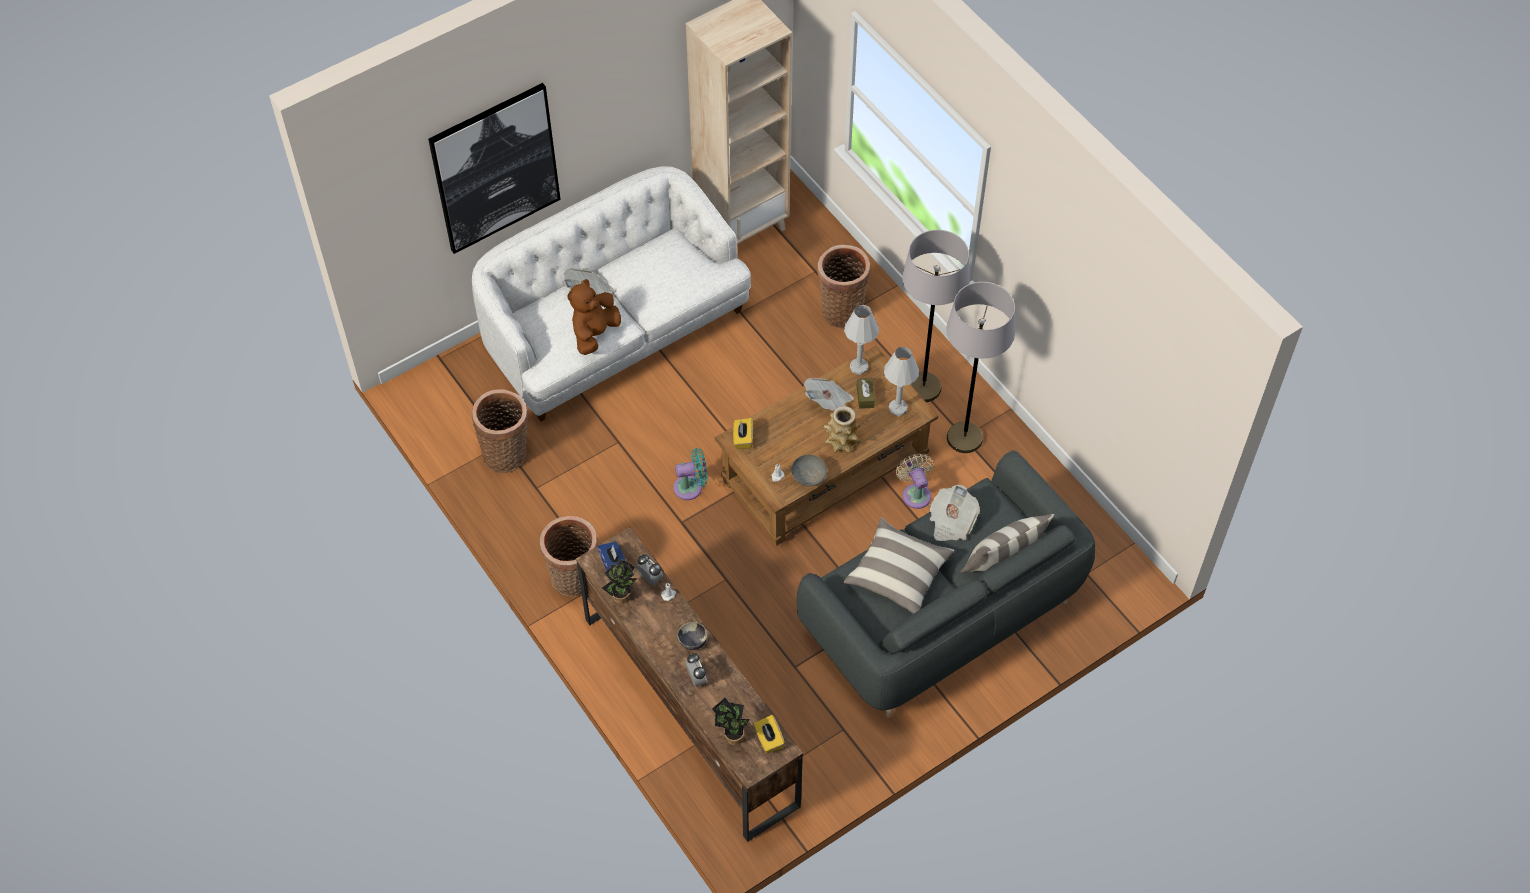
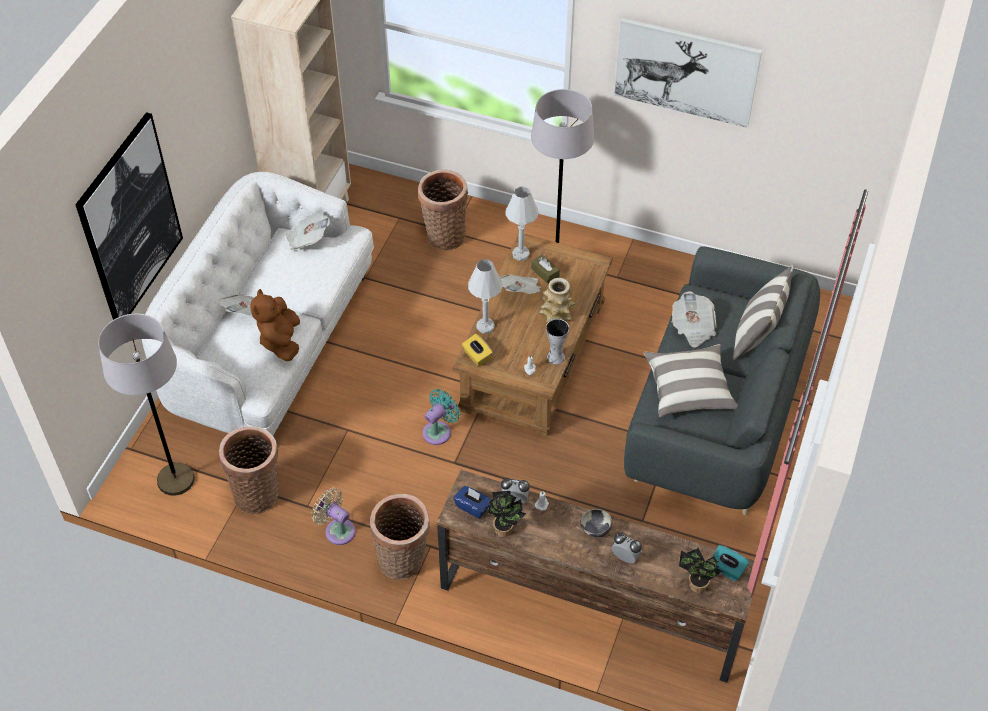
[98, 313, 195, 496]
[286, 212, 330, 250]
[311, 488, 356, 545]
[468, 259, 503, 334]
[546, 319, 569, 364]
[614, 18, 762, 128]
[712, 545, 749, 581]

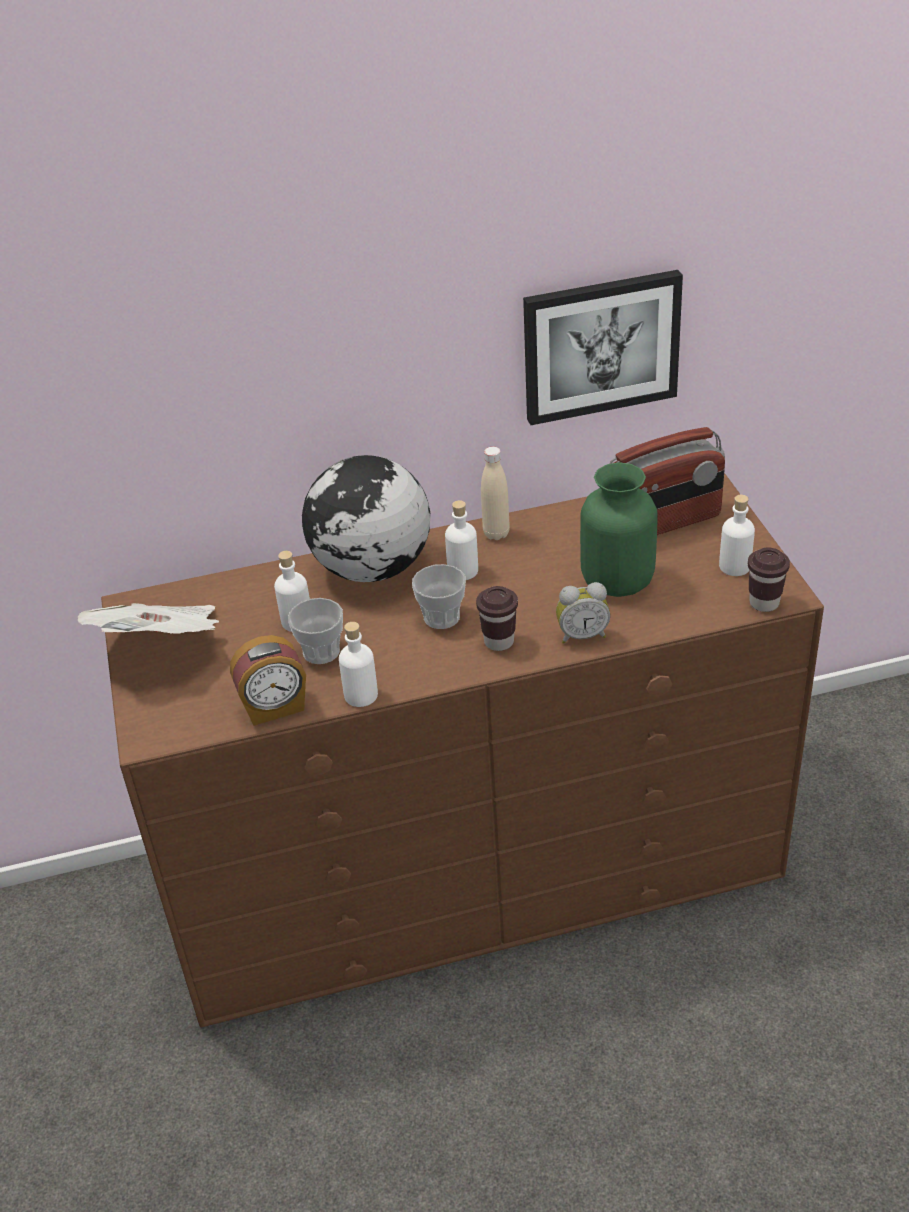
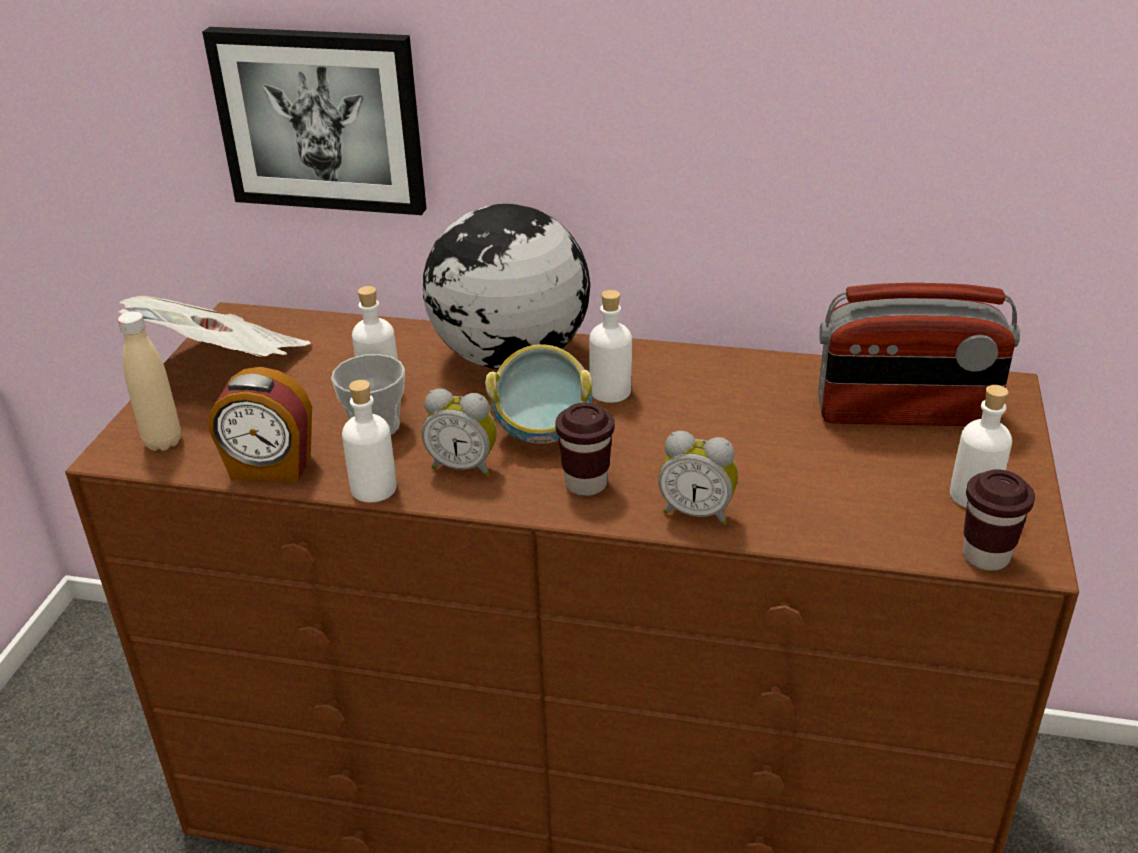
[118, 311, 181, 451]
[202, 27, 427, 215]
[421, 388, 497, 477]
[485, 344, 592, 444]
[580, 462, 658, 597] (first image)

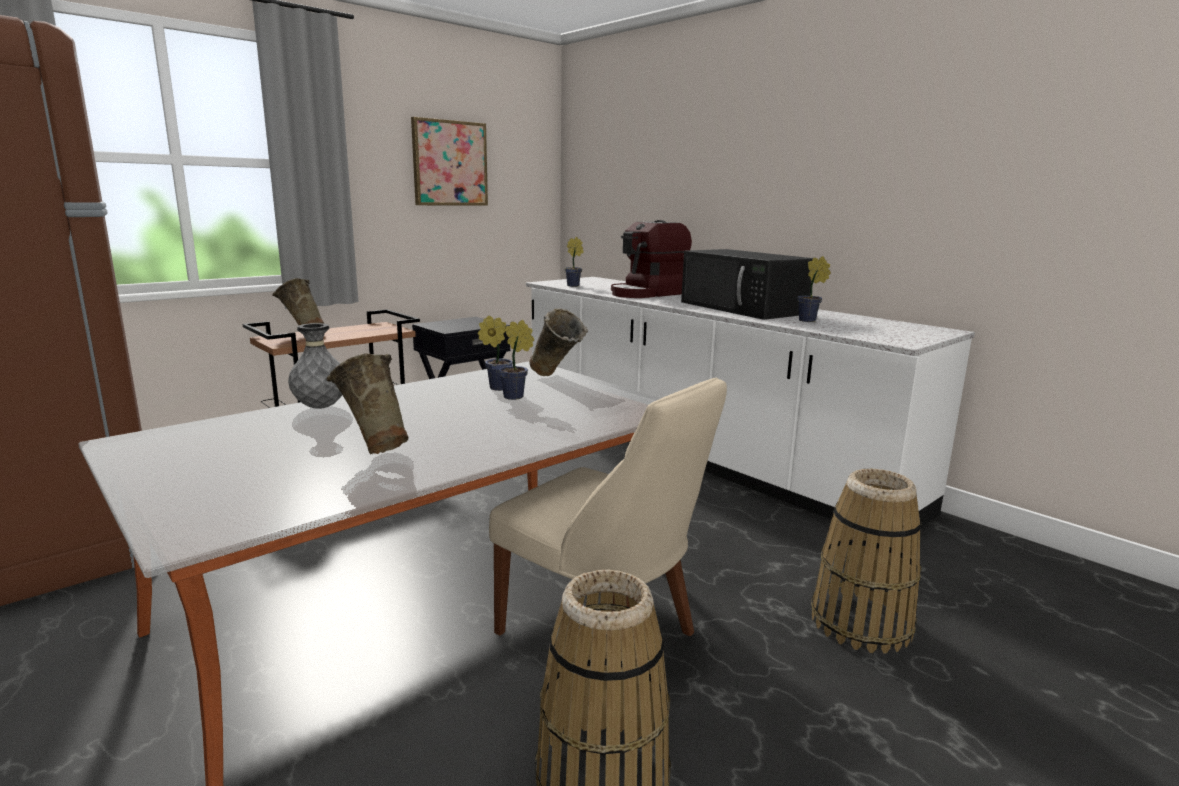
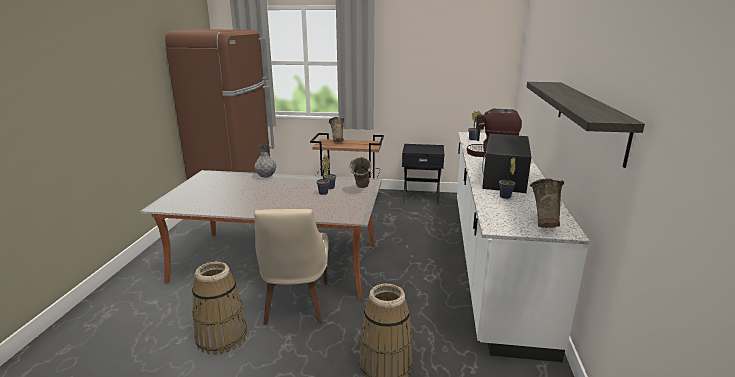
[527, 82, 645, 168]
[530, 178, 564, 228]
[411, 117, 488, 206] (first image)

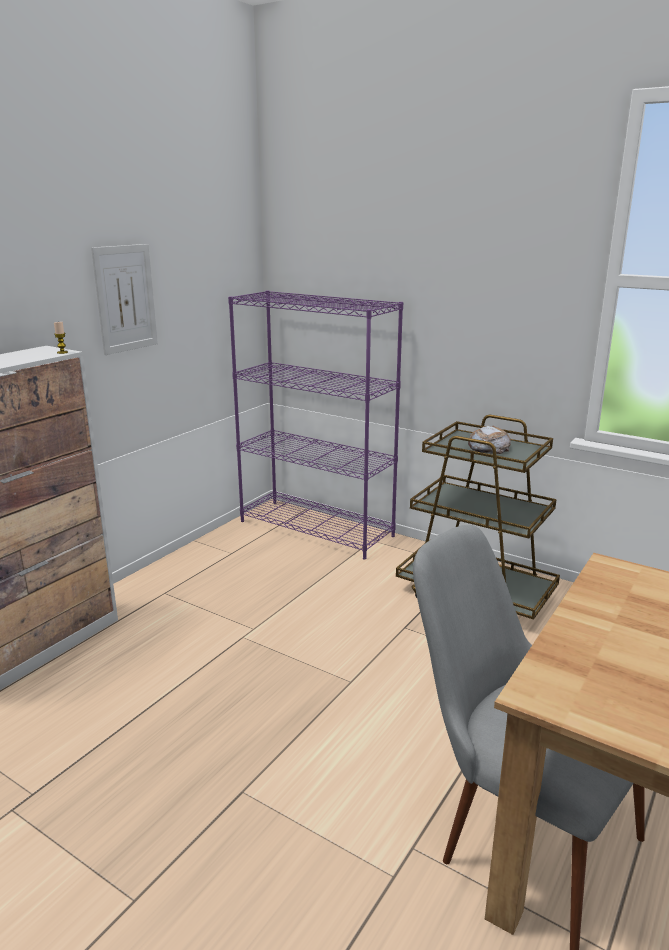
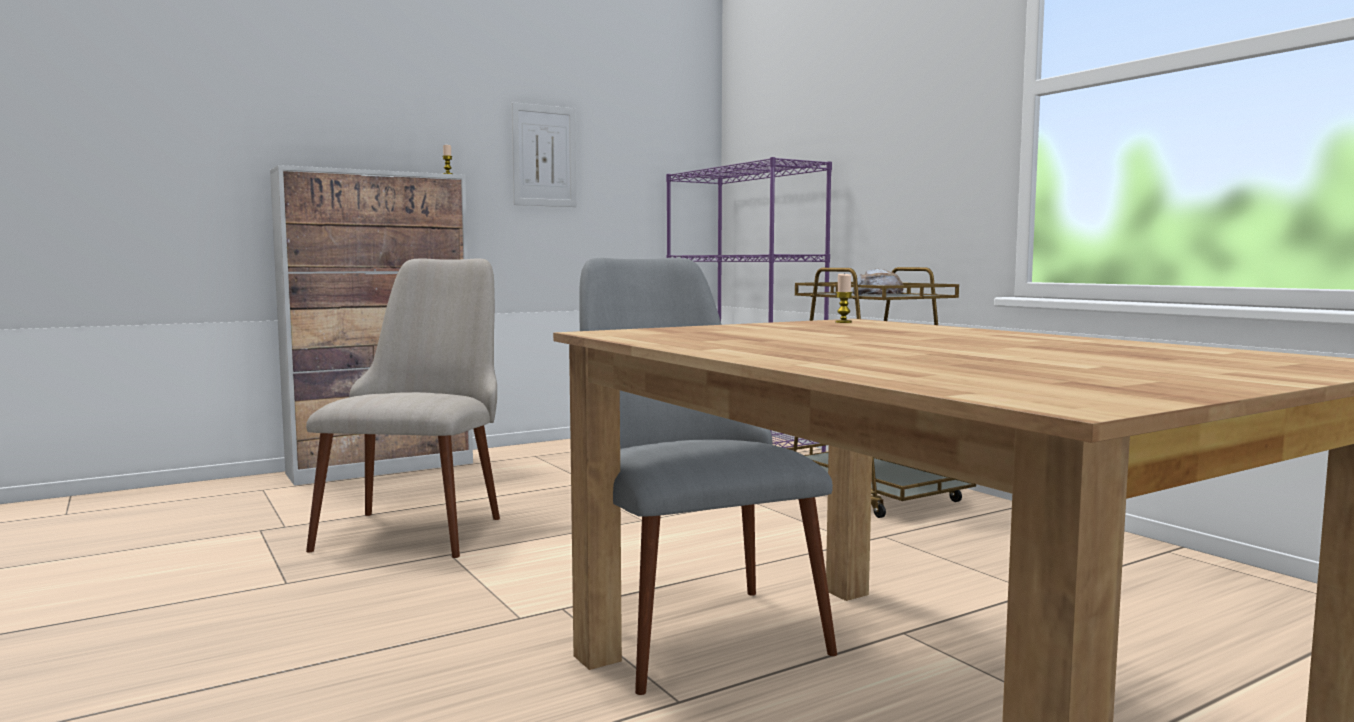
[306, 258, 500, 558]
[835, 273, 853, 323]

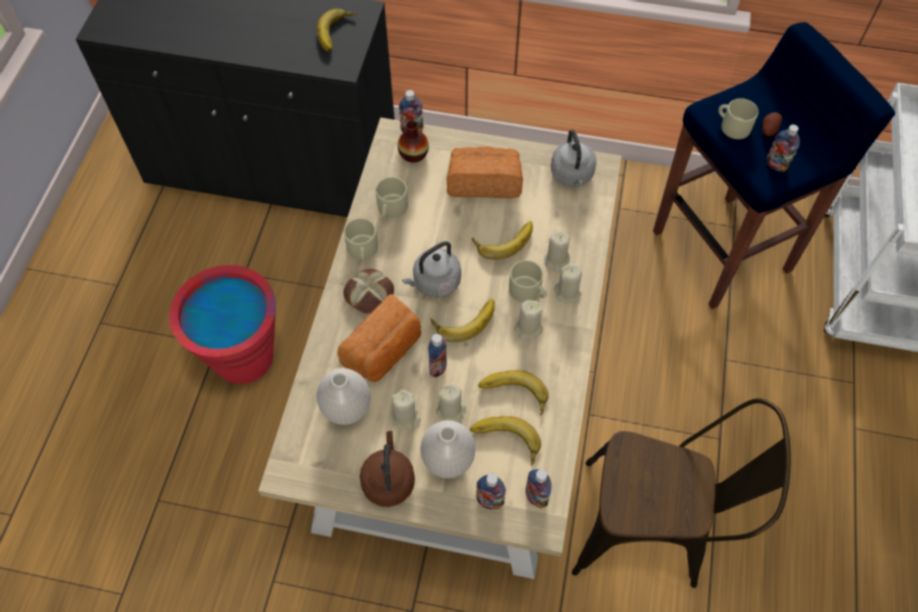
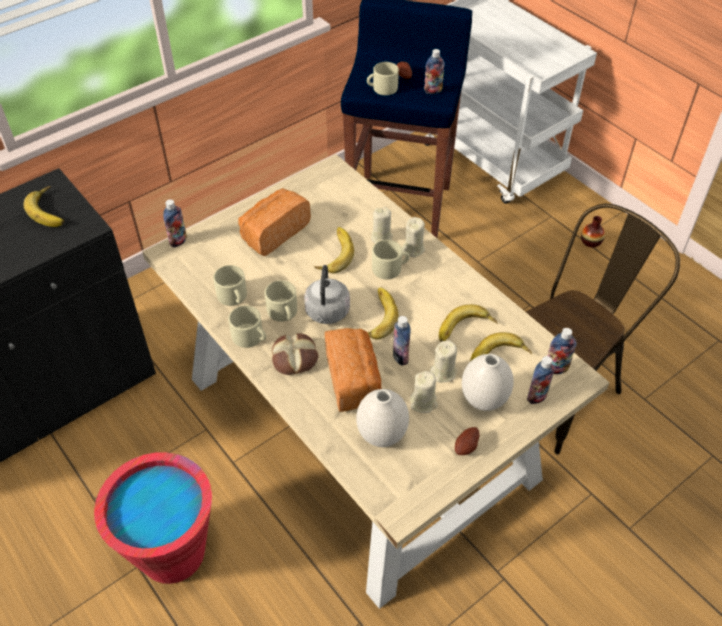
[265, 280, 297, 322]
[455, 427, 480, 455]
[581, 216, 605, 247]
[515, 300, 543, 340] (first image)
[551, 129, 597, 187] (first image)

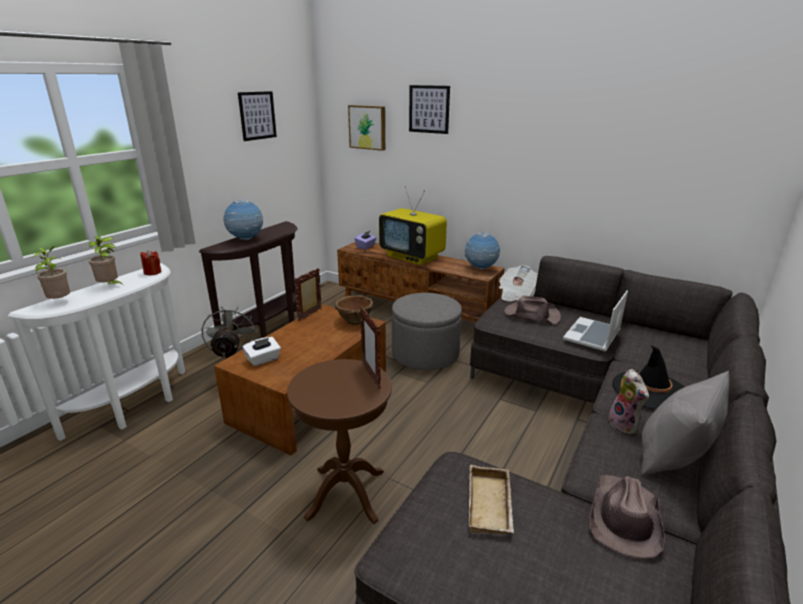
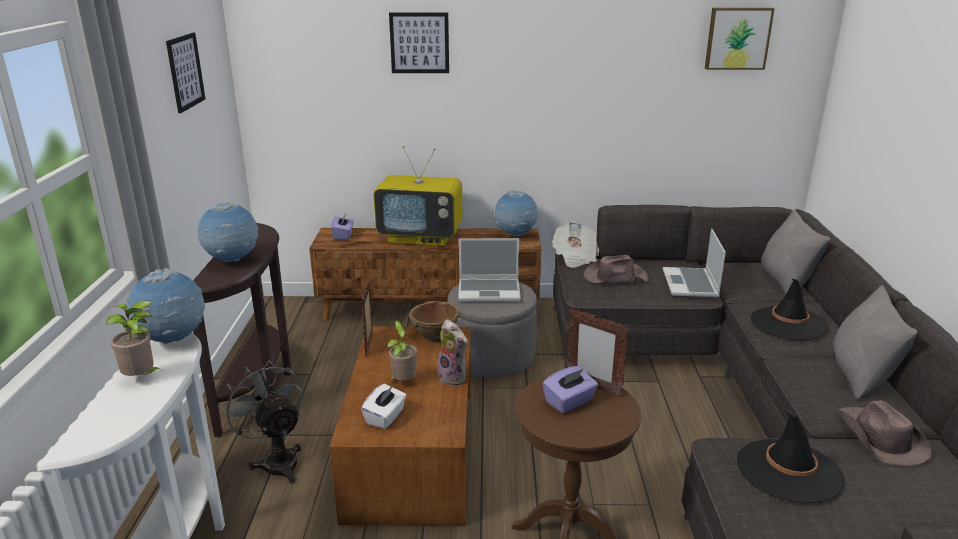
[126, 268, 205, 344]
[383, 320, 417, 381]
[436, 319, 468, 386]
[458, 238, 521, 302]
[542, 366, 598, 414]
[705, 8, 775, 70]
[737, 411, 844, 503]
[761, 209, 830, 294]

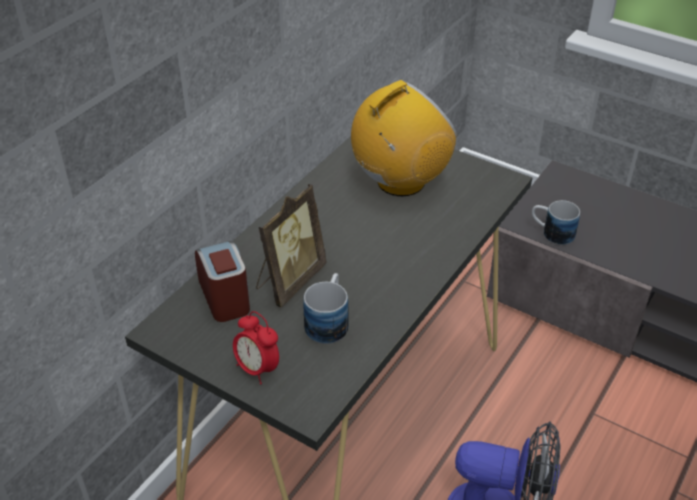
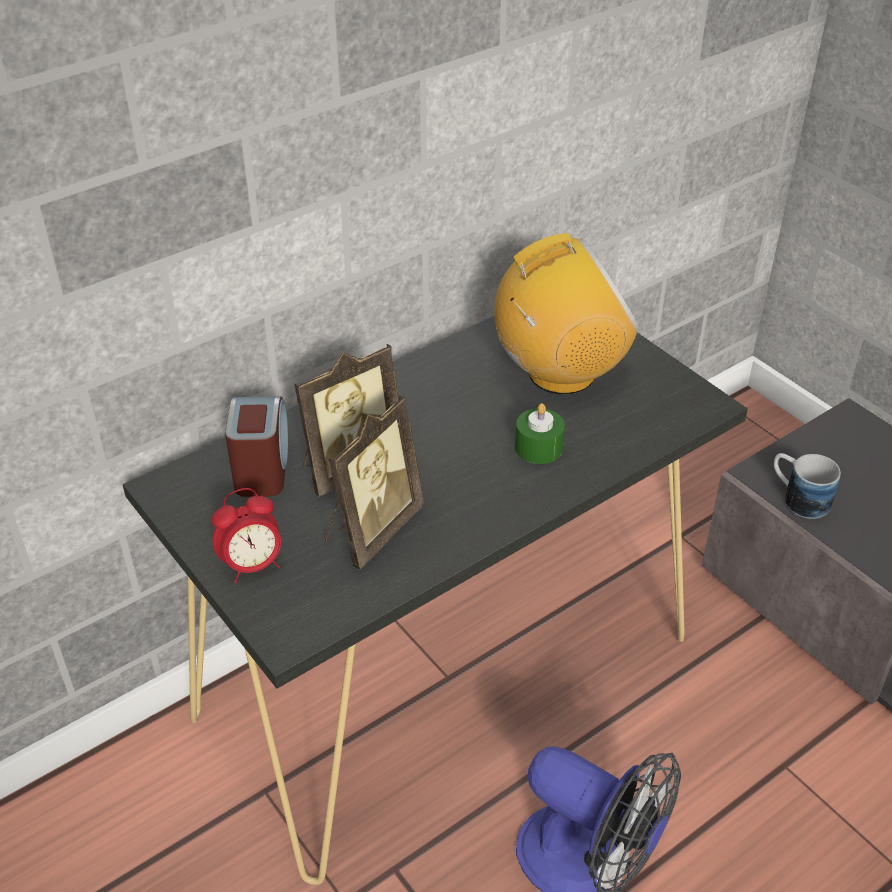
[212, 488, 281, 583]
[325, 395, 424, 569]
[515, 403, 565, 464]

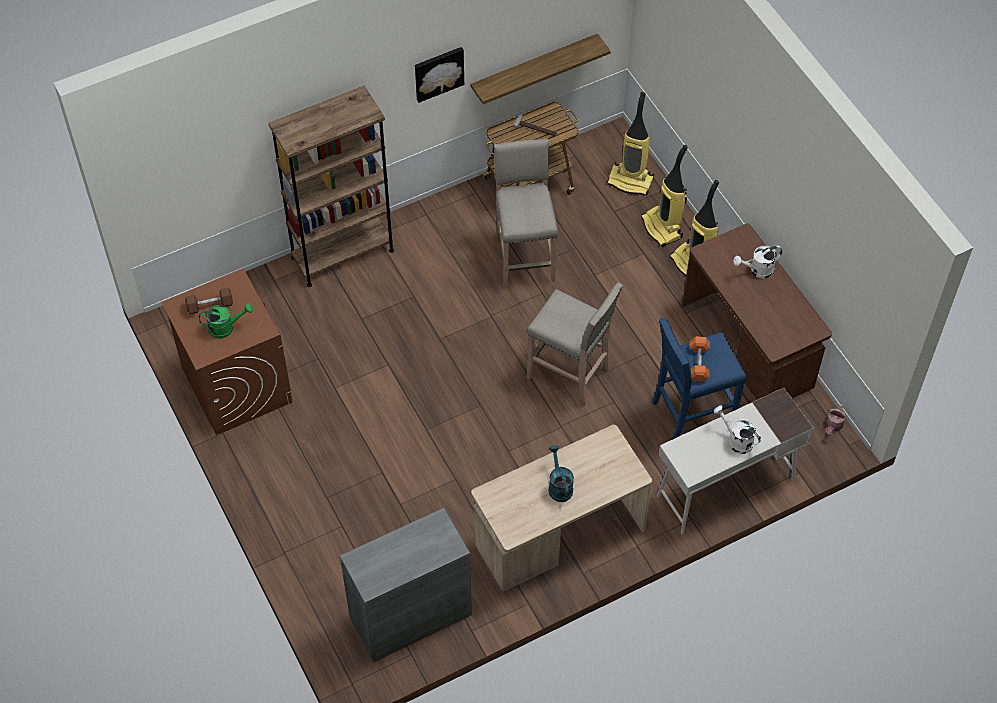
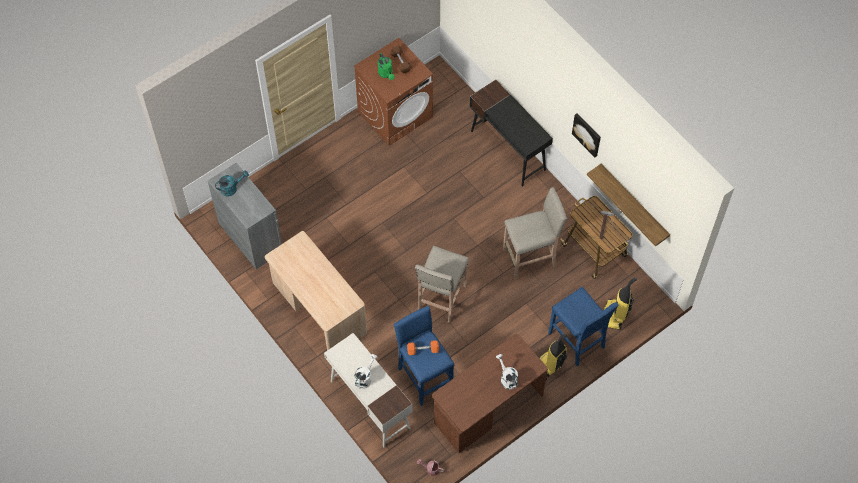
[215, 171, 249, 196]
[470, 79, 553, 186]
[548, 287, 619, 367]

